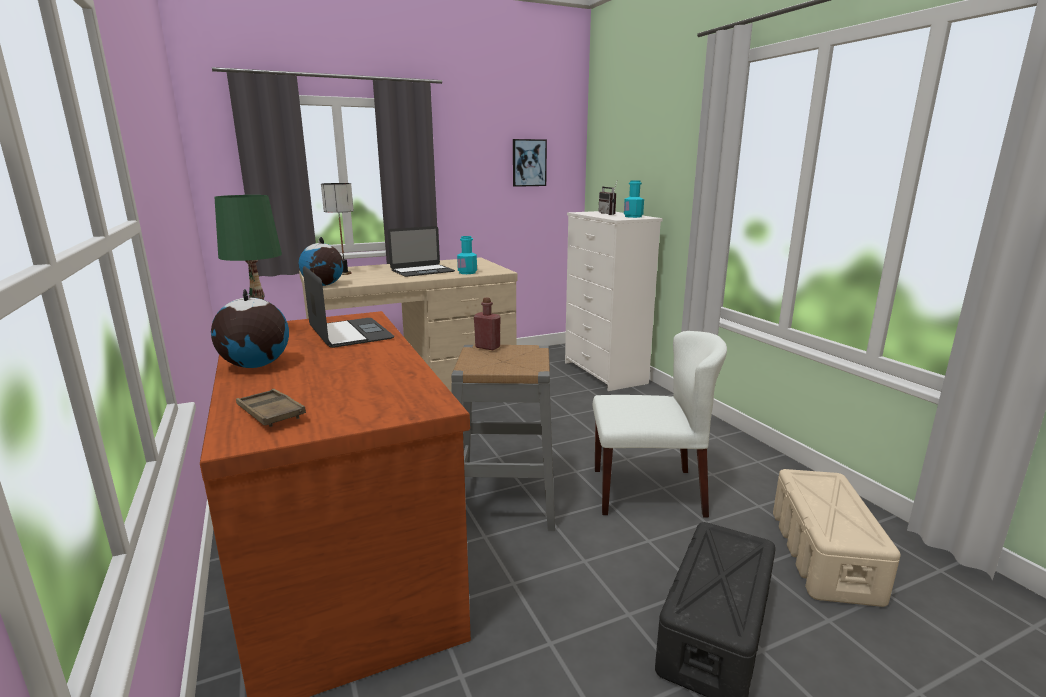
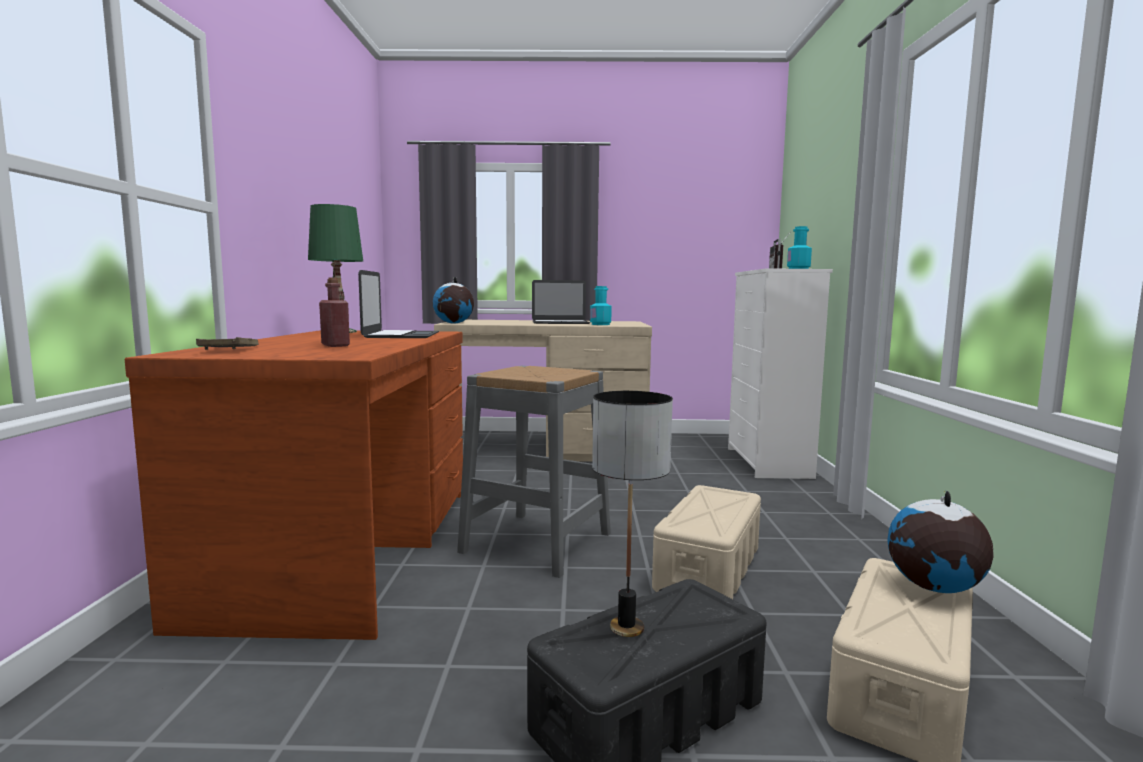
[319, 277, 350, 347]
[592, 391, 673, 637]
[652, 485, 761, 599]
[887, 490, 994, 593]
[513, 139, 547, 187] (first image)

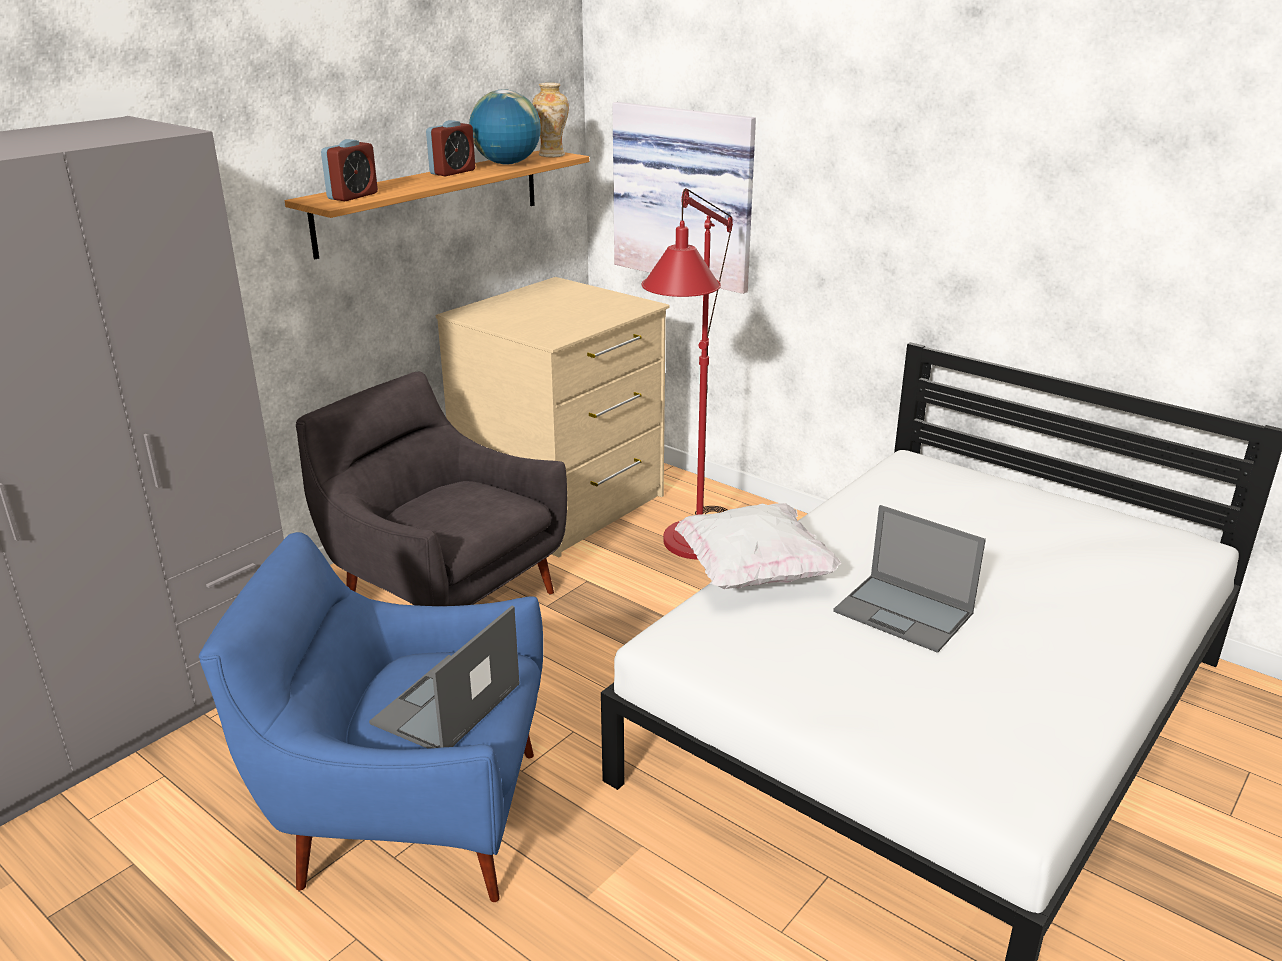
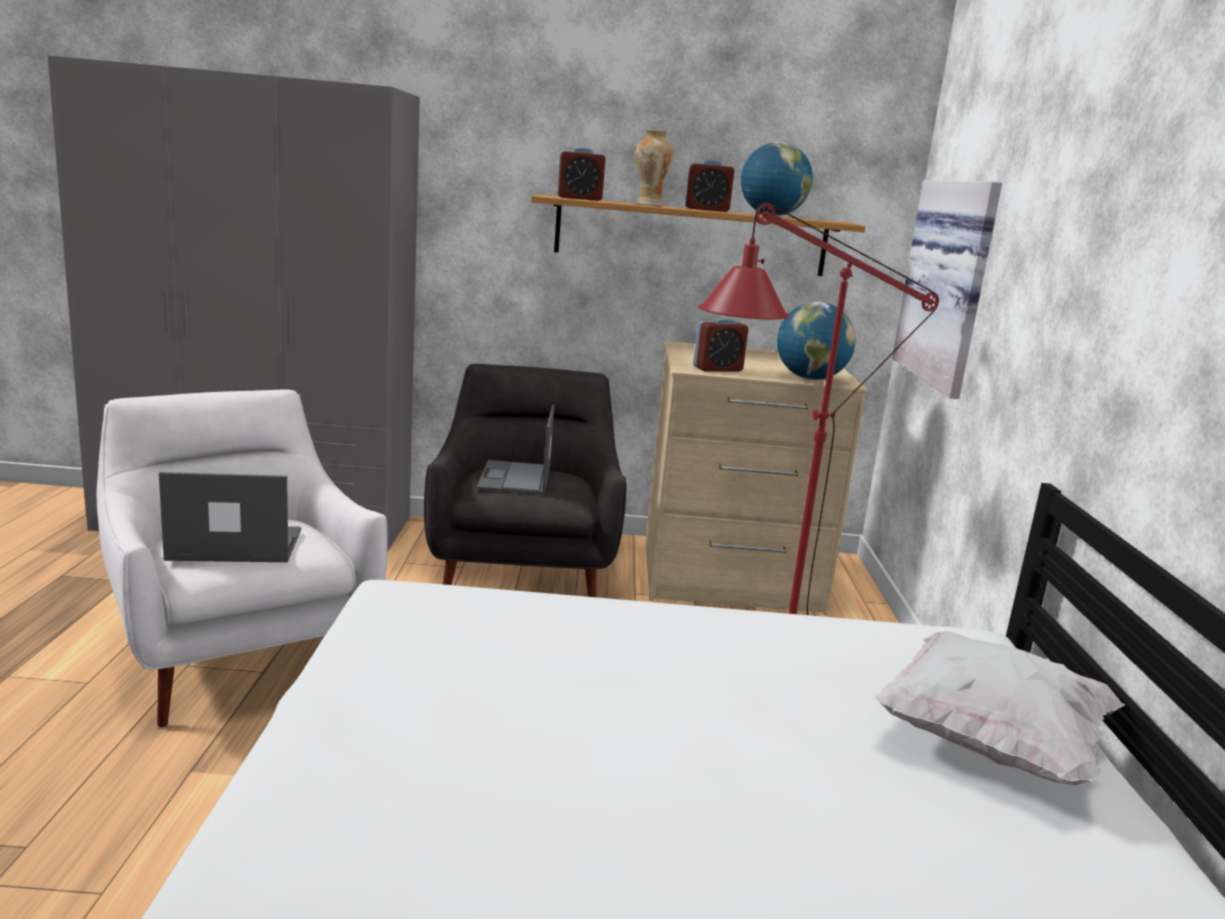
[97, 390, 387, 728]
[477, 405, 554, 495]
[635, 129, 674, 206]
[693, 317, 748, 372]
[777, 302, 856, 380]
[874, 631, 1125, 785]

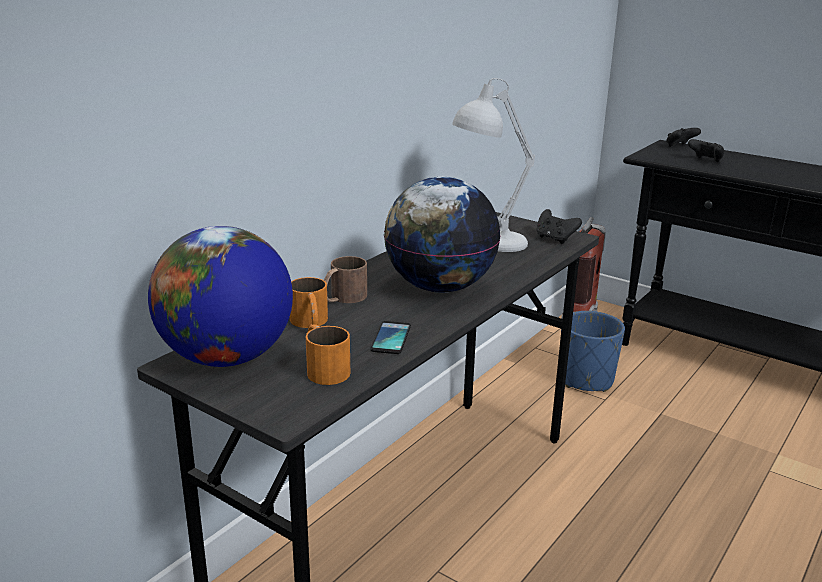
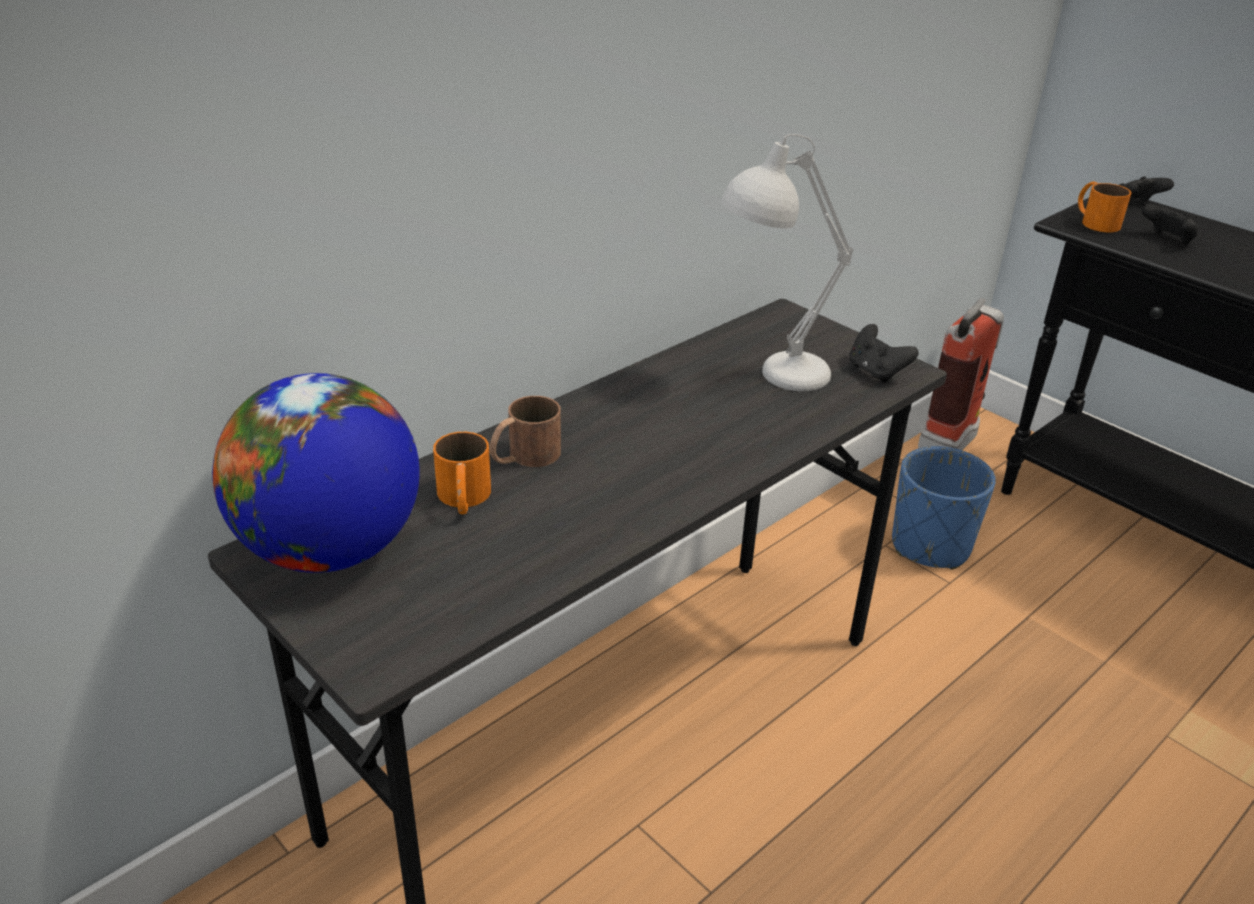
[1078, 182, 1131, 232]
[371, 321, 411, 354] (first image)
[384, 177, 501, 293] (first image)

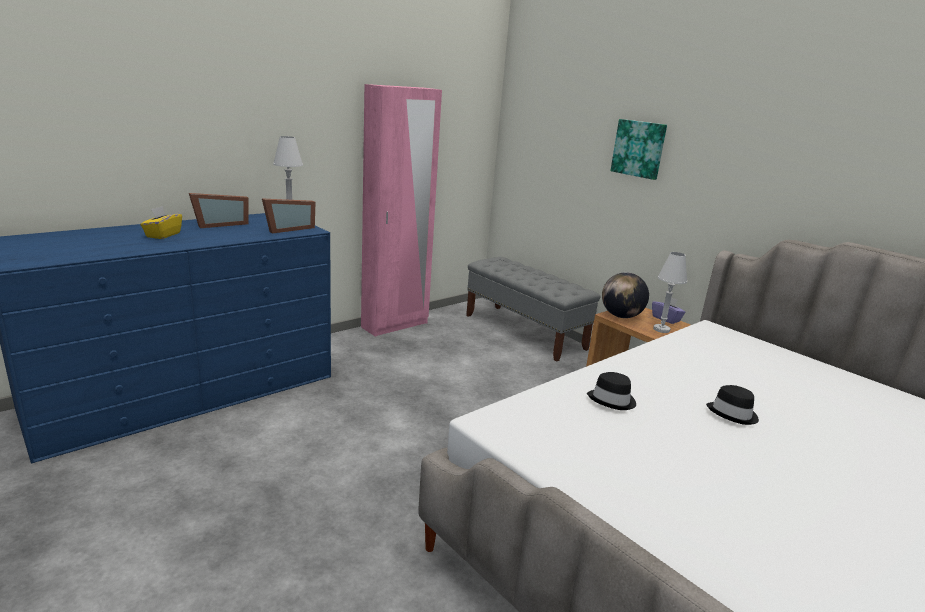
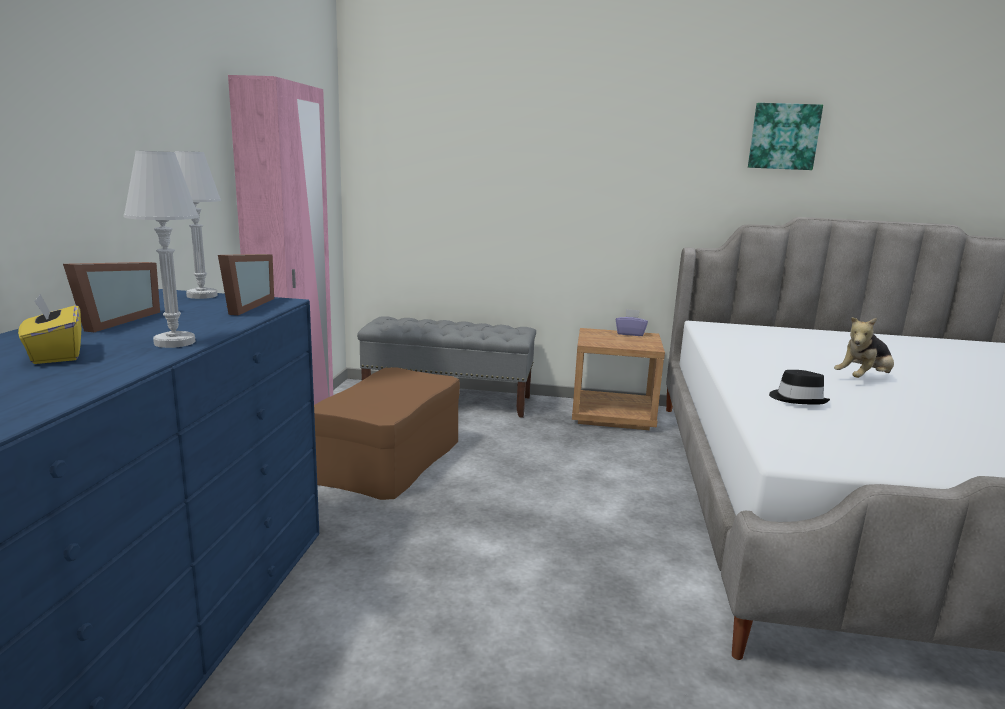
[123, 151, 199, 348]
[314, 367, 460, 500]
[748, 103, 823, 170]
[834, 317, 894, 378]
[602, 272, 649, 318] (first image)

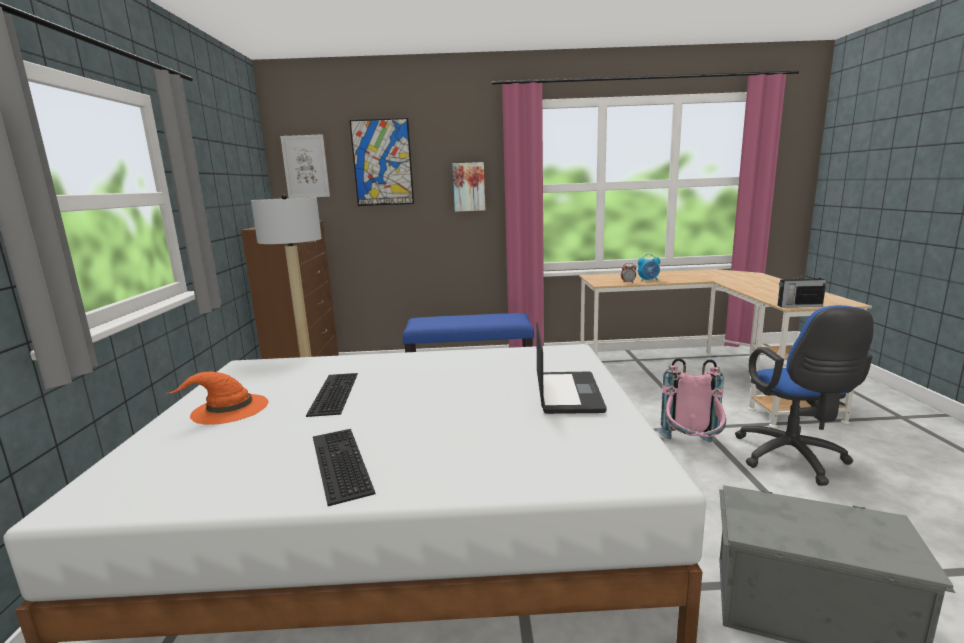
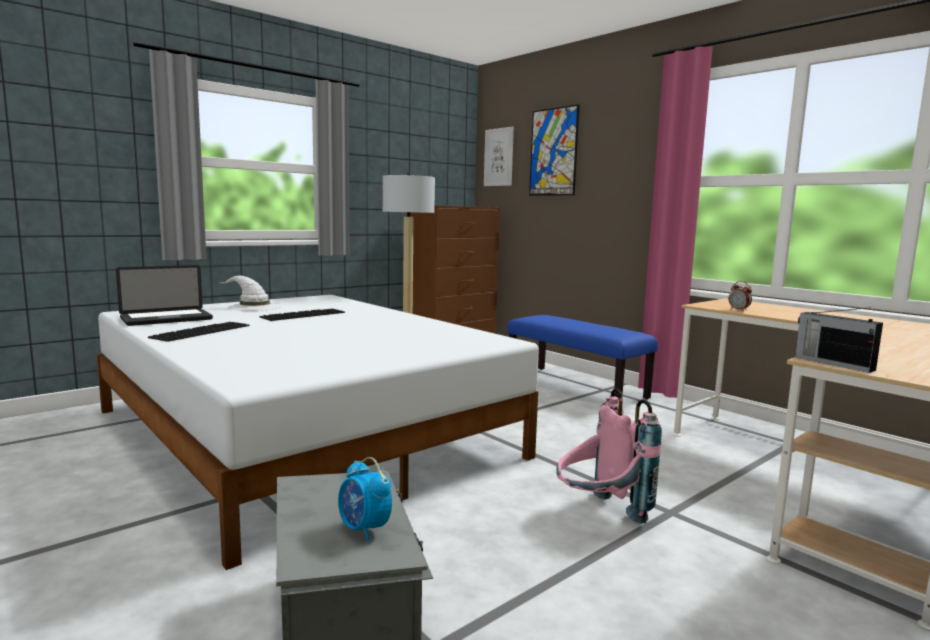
[116, 265, 213, 326]
[220, 276, 281, 311]
[338, 457, 392, 541]
[453, 162, 485, 212] (first image)
[735, 305, 874, 486] (first image)

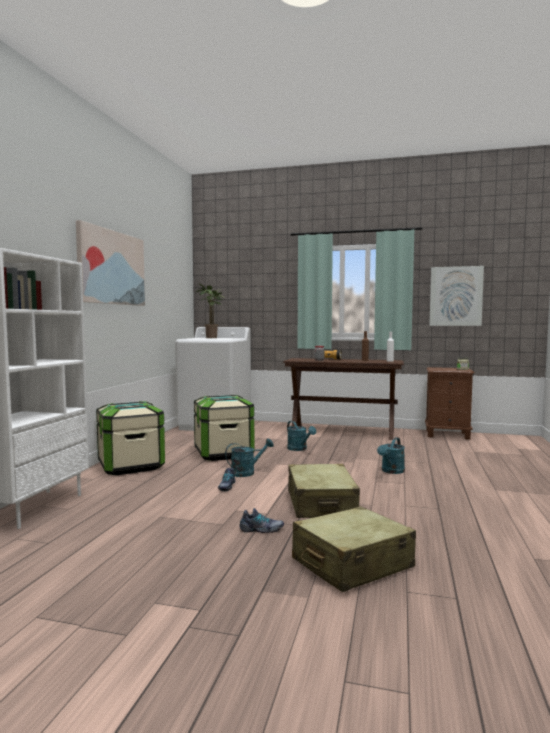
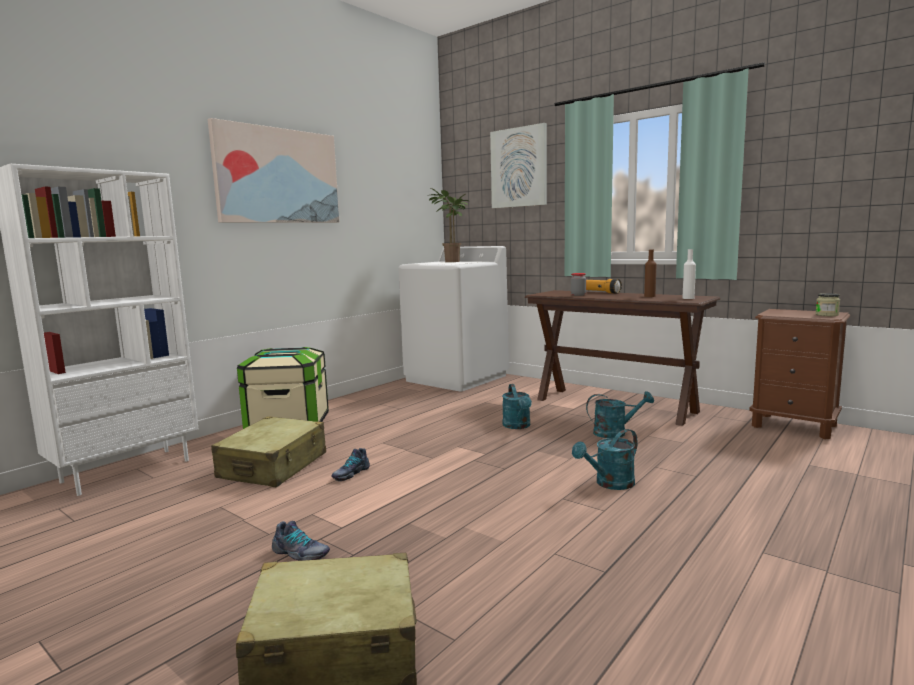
[211, 416, 326, 487]
[490, 123, 547, 208]
[586, 391, 654, 438]
[194, 395, 254, 461] (first image)

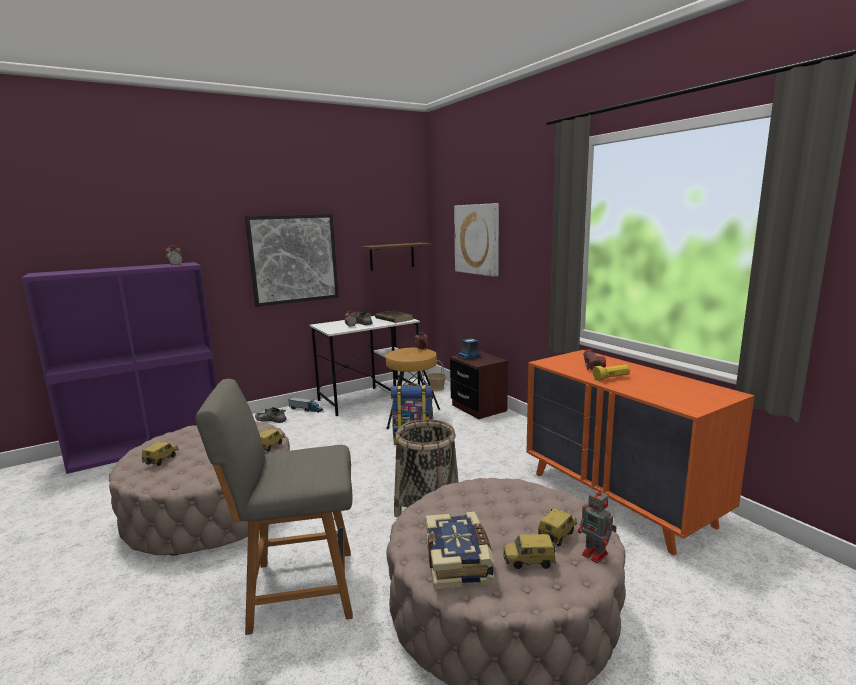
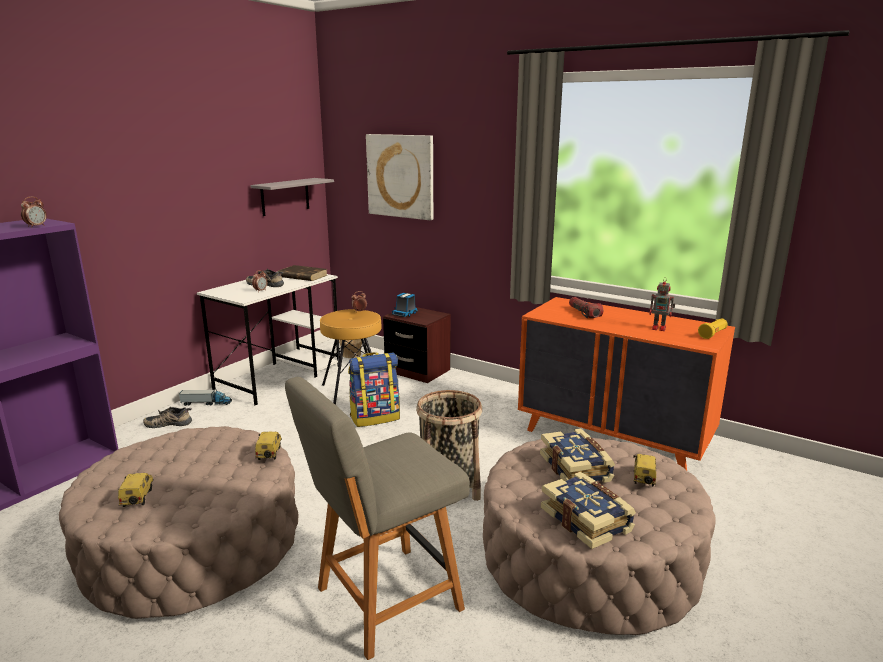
[250, 178, 334, 216]
[540, 429, 615, 483]
[649, 277, 675, 331]
[698, 318, 728, 339]
[245, 214, 339, 307] (first image)
[503, 534, 556, 569] (first image)

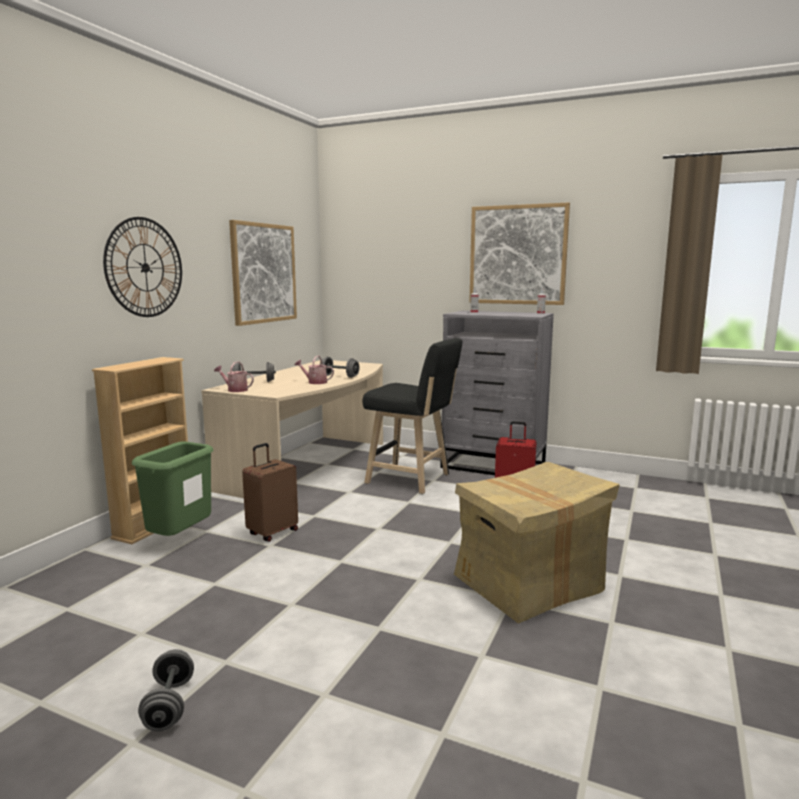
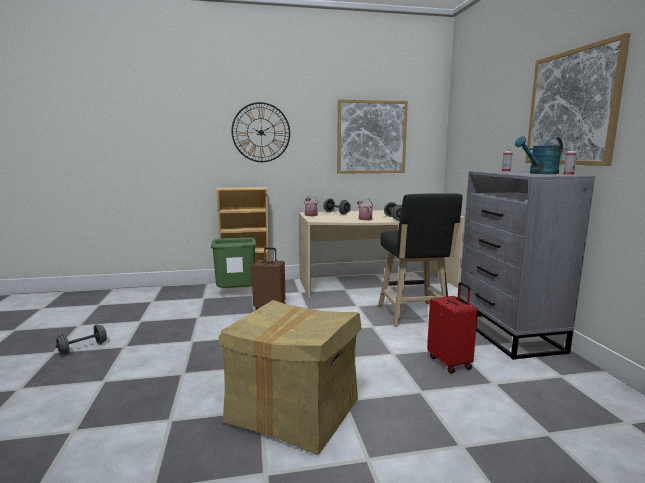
[515, 136, 563, 174]

